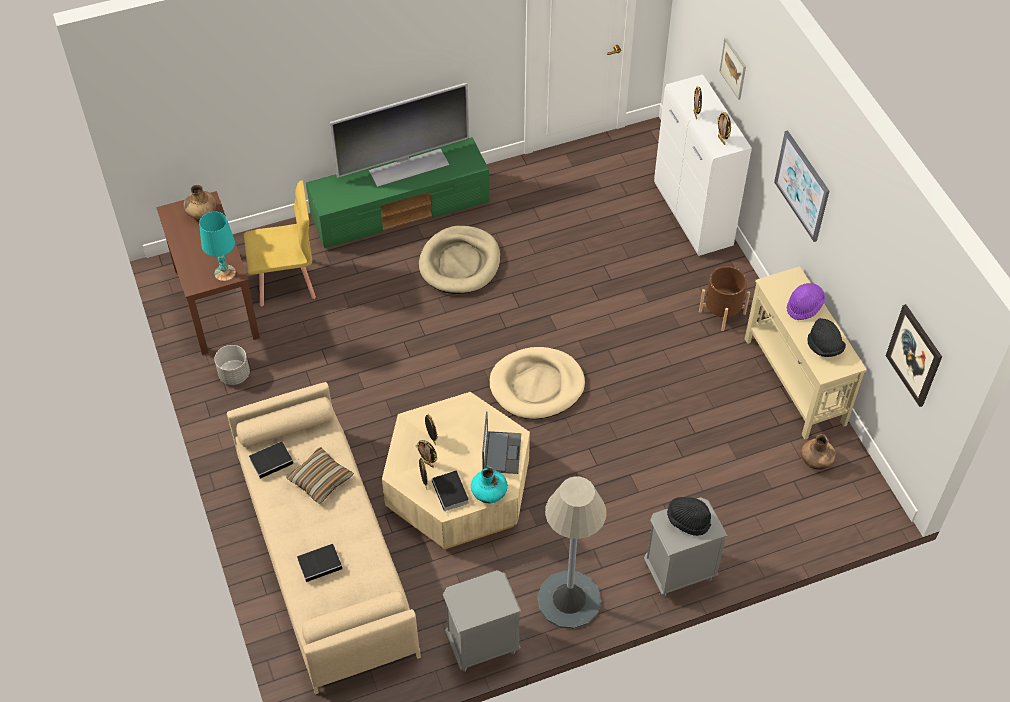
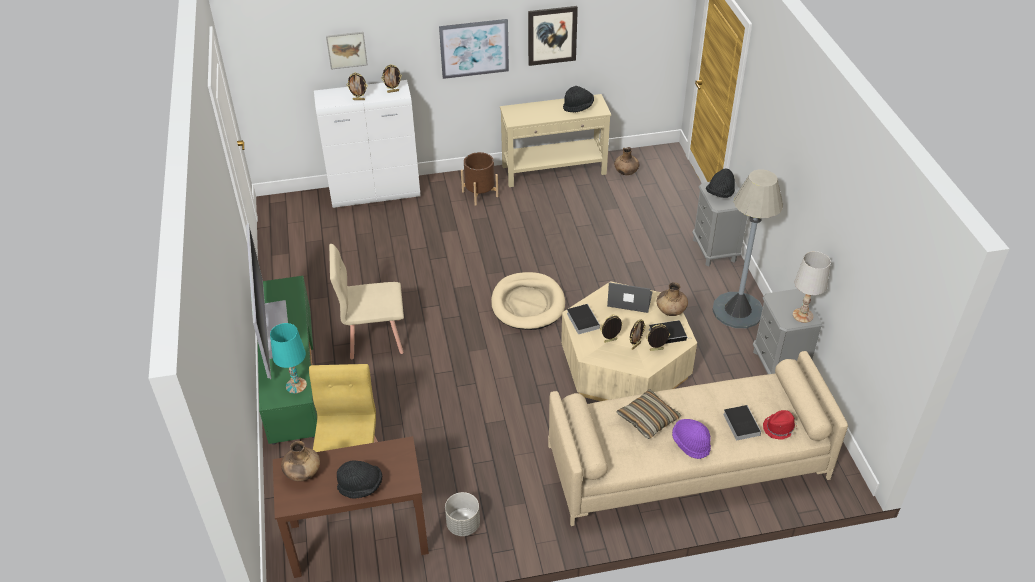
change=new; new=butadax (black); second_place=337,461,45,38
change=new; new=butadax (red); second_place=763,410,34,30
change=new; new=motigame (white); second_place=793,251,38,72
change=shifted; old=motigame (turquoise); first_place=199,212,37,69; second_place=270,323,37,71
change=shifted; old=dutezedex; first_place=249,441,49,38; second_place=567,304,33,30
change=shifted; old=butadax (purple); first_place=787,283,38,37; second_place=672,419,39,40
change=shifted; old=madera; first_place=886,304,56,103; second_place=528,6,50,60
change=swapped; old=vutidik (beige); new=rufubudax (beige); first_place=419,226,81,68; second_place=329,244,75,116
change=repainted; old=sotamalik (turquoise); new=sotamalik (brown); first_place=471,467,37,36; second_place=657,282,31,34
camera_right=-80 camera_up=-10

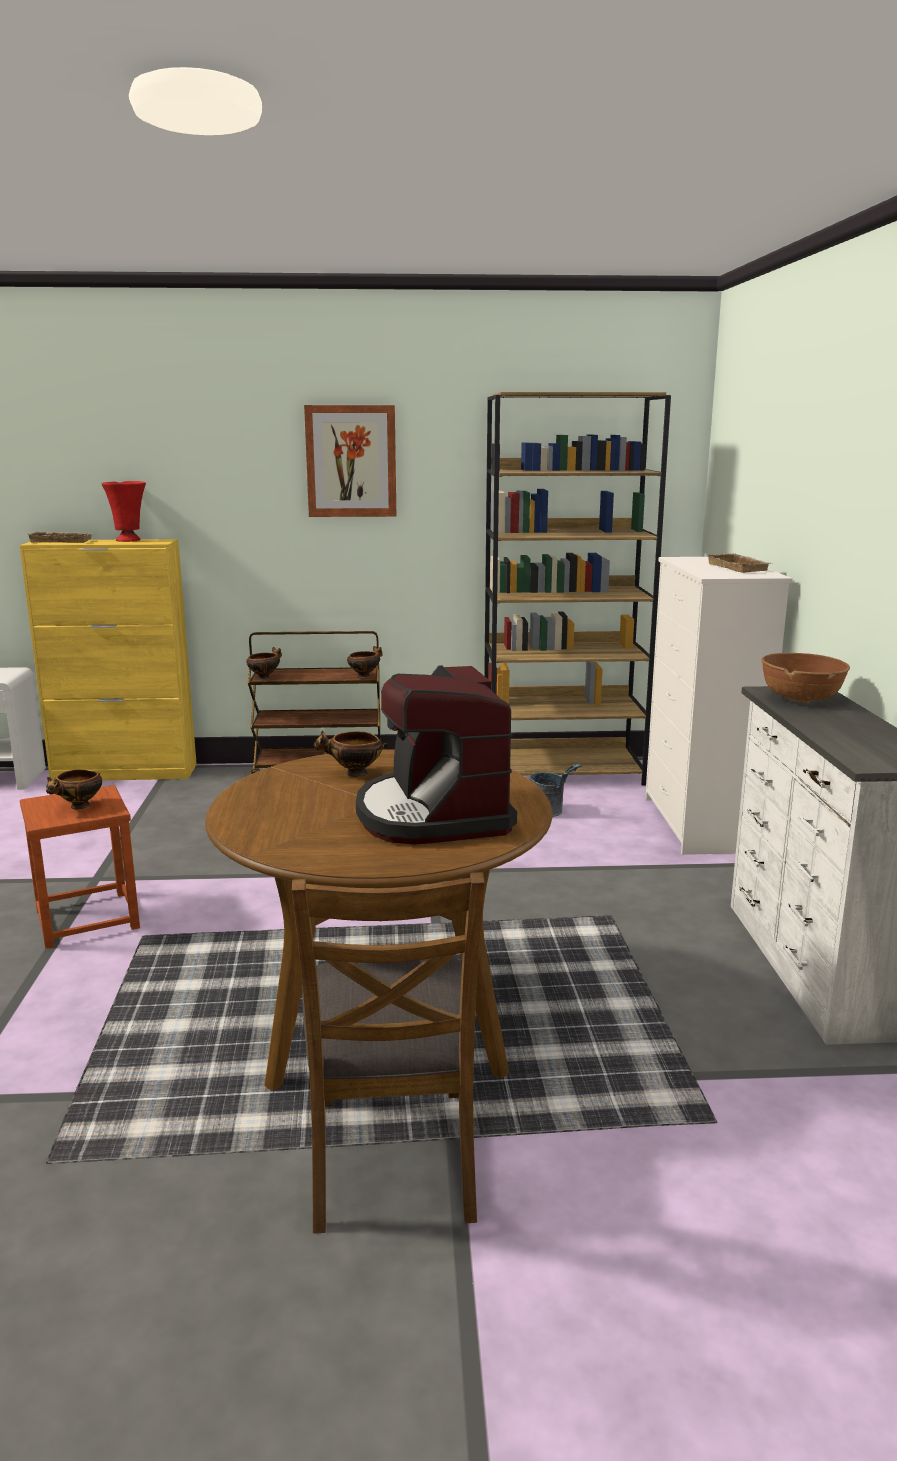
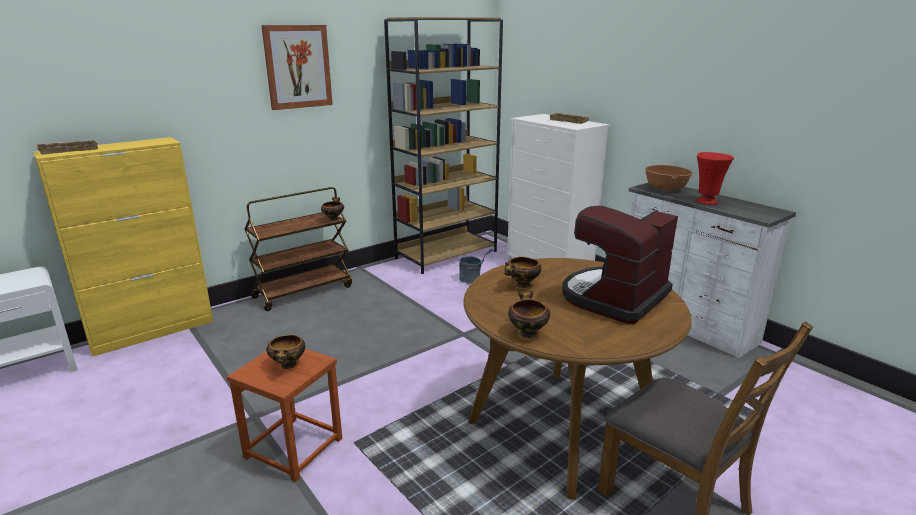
change=shifted; old=sotamalik (red); first_place=101,481,45,61; second_place=697,152,37,53
change=shifted; old=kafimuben; first_place=246,647,36,33; second_place=508,291,42,47
change=rotated; old=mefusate; first_place=356,665,161,180; second_place=562,206,116,118; degrees=90
camera_right=-35 camera_up=5

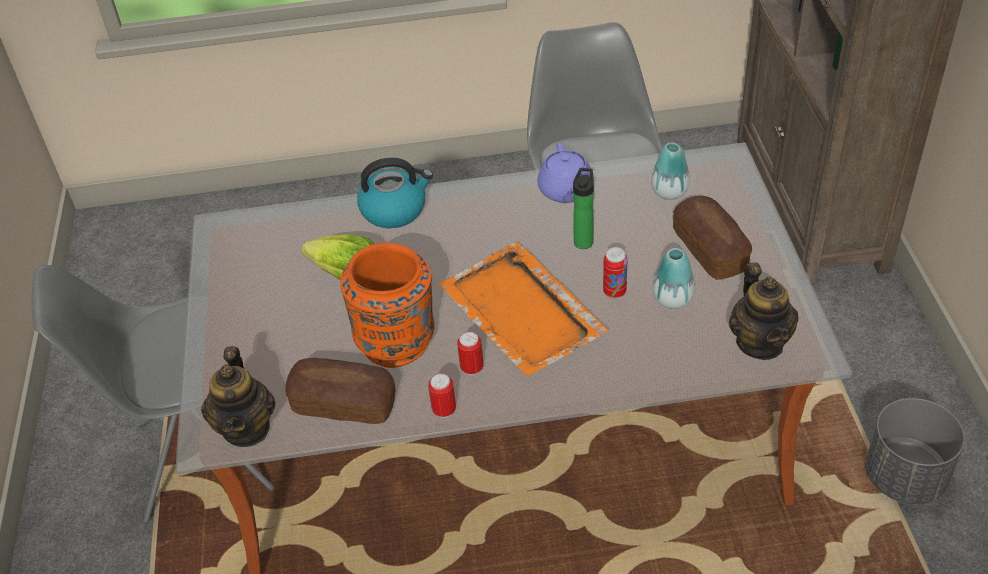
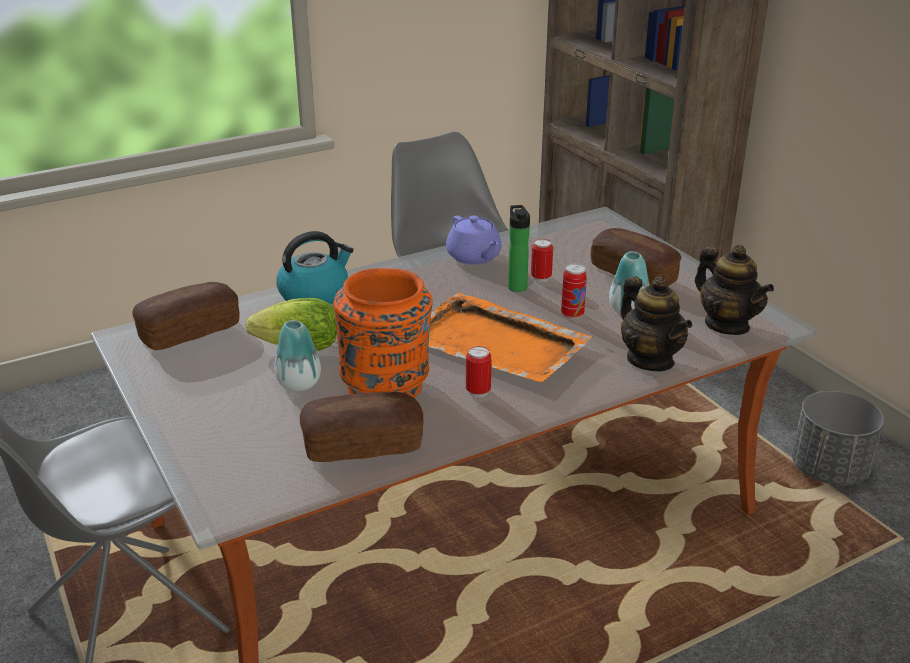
change=new; new=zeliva; second_place=133,282,106,68
change=shifted; old=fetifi; first_place=201,346,75,101; second_place=620,276,72,95
change=shifted; old=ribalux; first_place=428,374,28,44; second_place=531,239,22,43
change=shifted; old=sotamalik; first_place=651,143,39,57; second_place=275,320,46,71
camera_right=-25 camera_up=-15

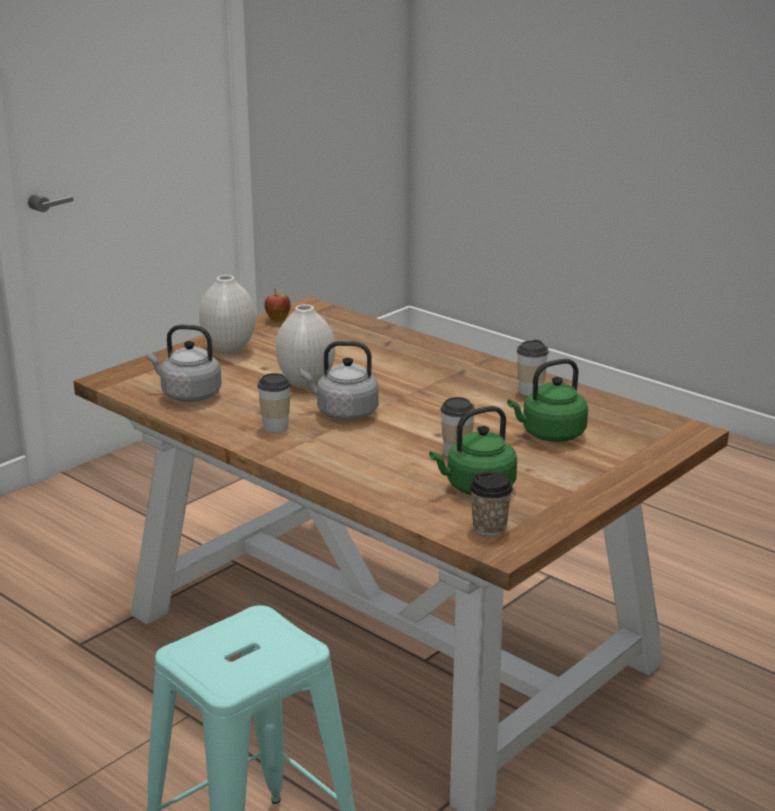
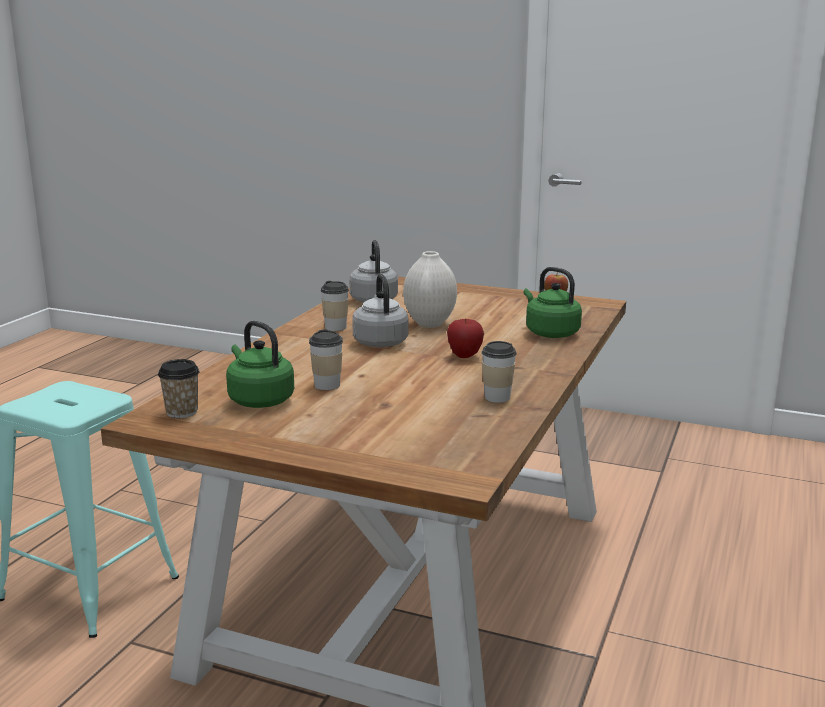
change=gone; old=sotamalik (white); first_place=199,275,57,79
change=new; new=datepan; second_place=447,318,37,40
change=shifted; old=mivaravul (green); first_place=507,359,81,83; second_place=524,267,58,71
camera_right=70 camera_up=-5

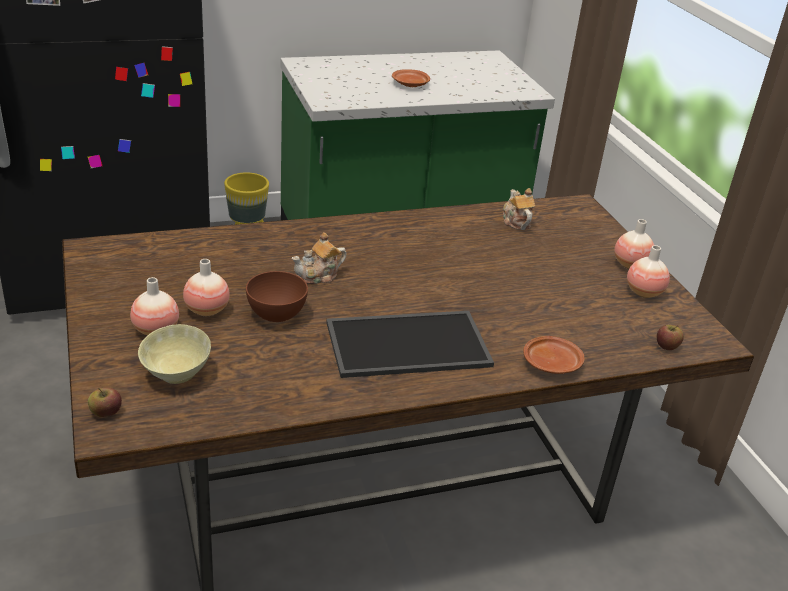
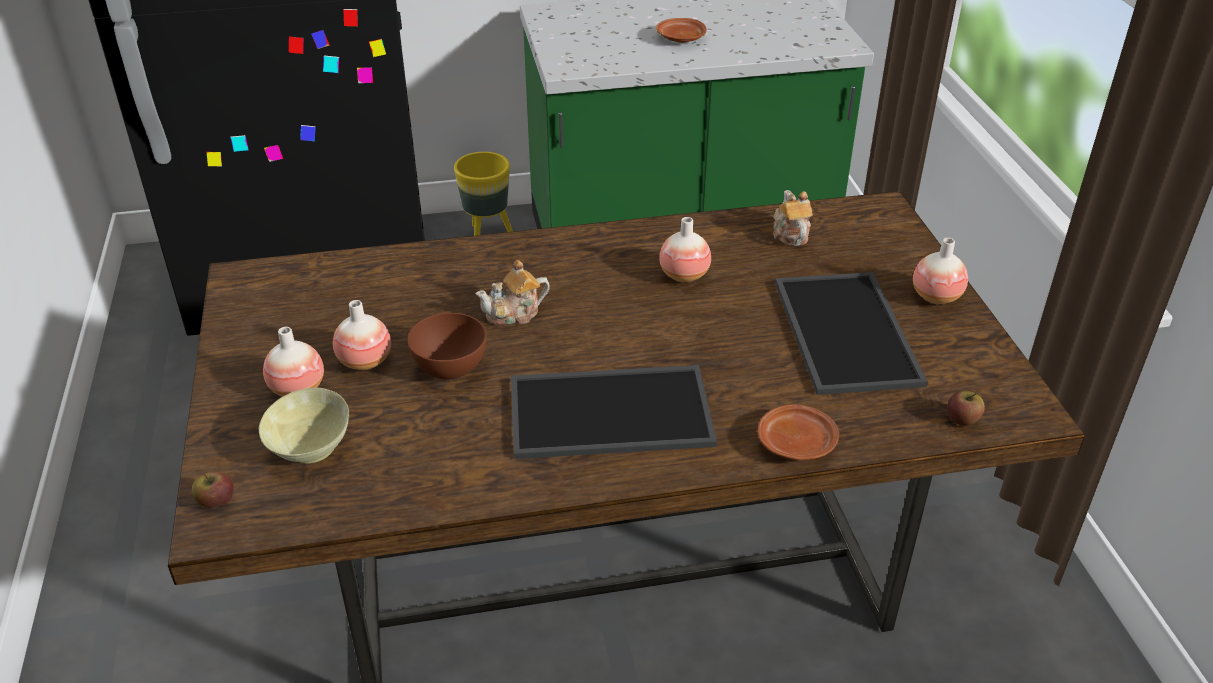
change=new; new=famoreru; second_place=775,272,153,123
change=shifted; old=sotamalik; first_place=627,245,43,53; second_place=659,217,52,66
camera_right=10 camera_up=5

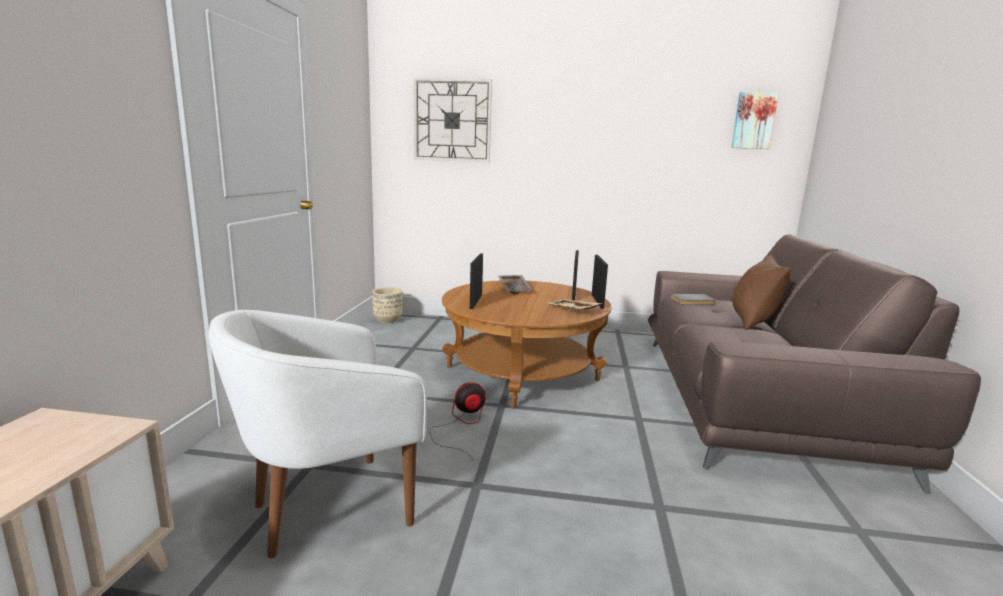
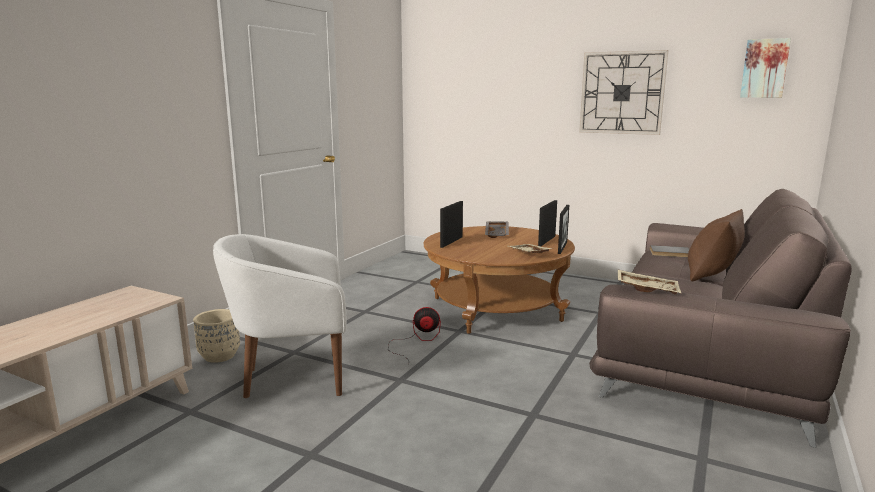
change=new; new=famoreru (beige); second_place=618,270,63,24
change=shifted; old=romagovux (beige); first_place=372,288,31,35; second_place=193,309,47,54
change=shifted; old=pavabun; first_place=414,78,78,84; second_place=579,50,90,85
camera_right=20 camera_up=0

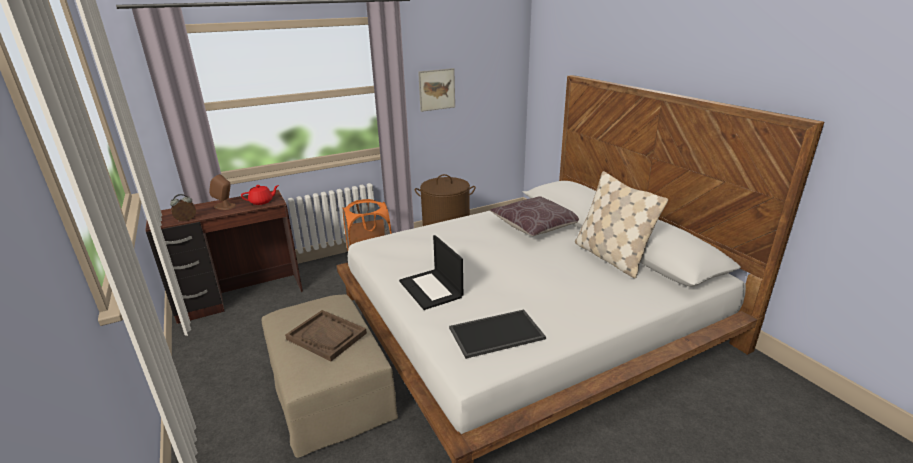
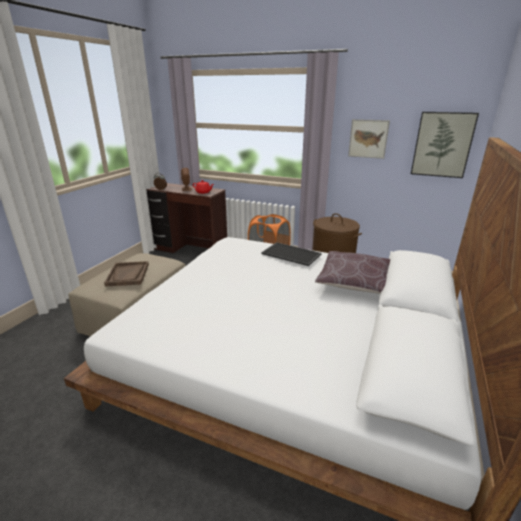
change=gone; old=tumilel; first_place=399,235,64,75
change=gone; old=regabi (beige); first_place=575,171,93,108
change=new; new=madera; second_place=411,112,68,66
change=shifted; old=famoreru; first_place=449,309,97,50; second_place=261,242,61,24
camera_right=50 camera_up=0

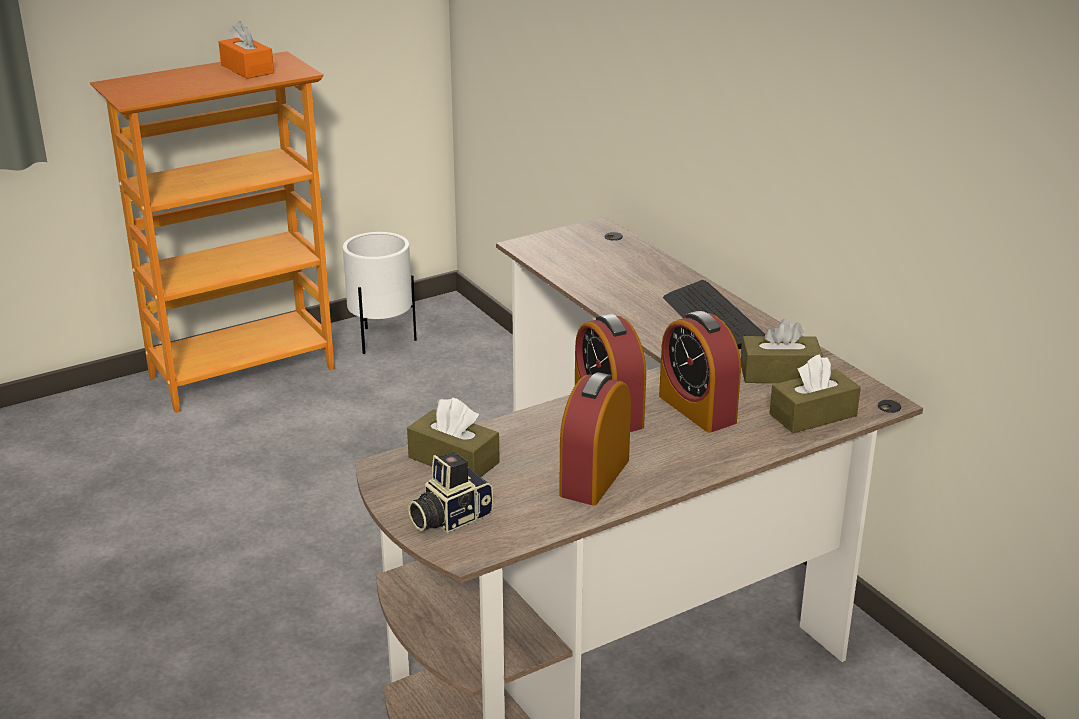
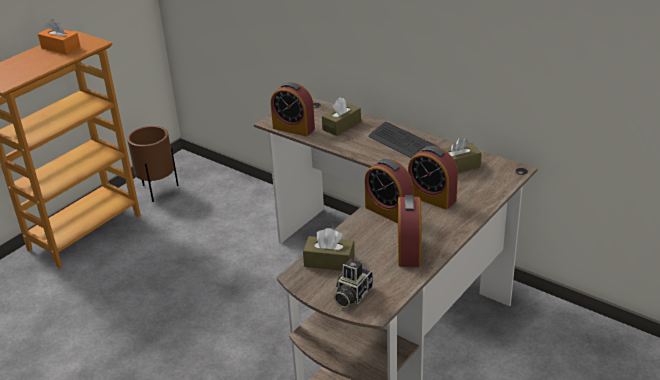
change=new; new=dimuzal; second_place=271,82,44,55
change=shifted; old=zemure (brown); first_place=769,354,92,79; second_place=322,97,39,39
change=repainted; old=romagovux (white); new=romagovux (brown); first_place=343,232,74,122; second_place=127,126,52,76
camera_right=-20 camera_up=5

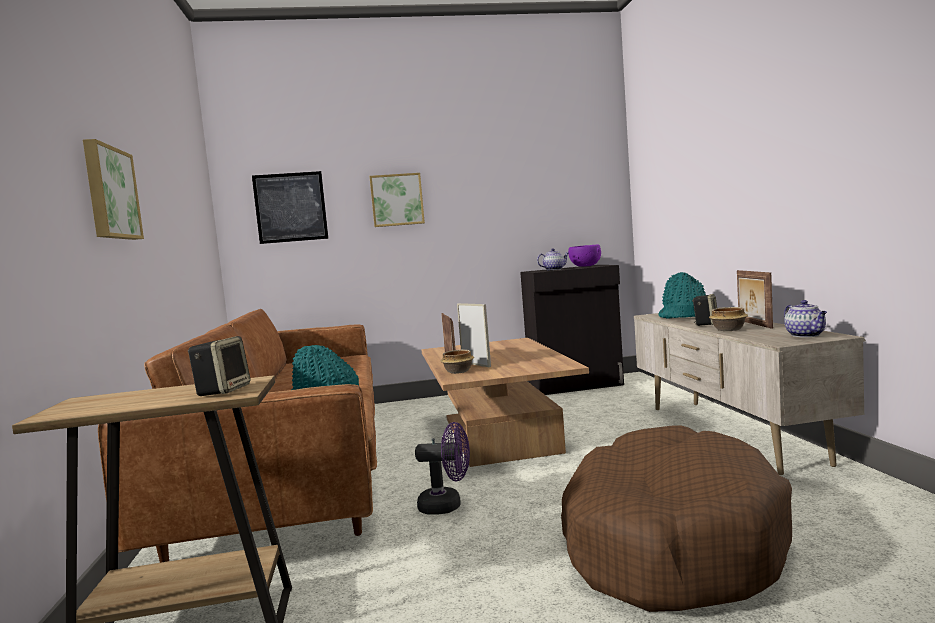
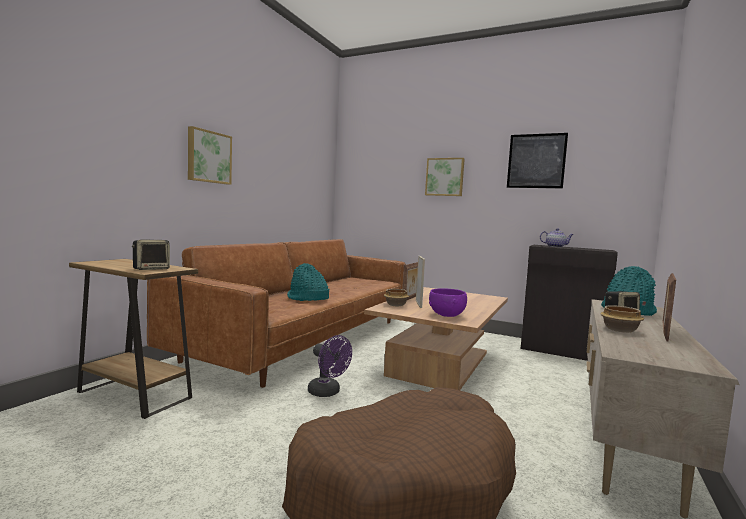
change=gone; old=fetifi; first_place=784,300,43,37
change=shifted; old=madera; first_place=252,171,76,73; second_place=507,133,61,55
change=shifted; old=kafimuben (purple); first_place=568,245,33,22; second_place=429,288,38,29
camera_right=35 camera_up=0

